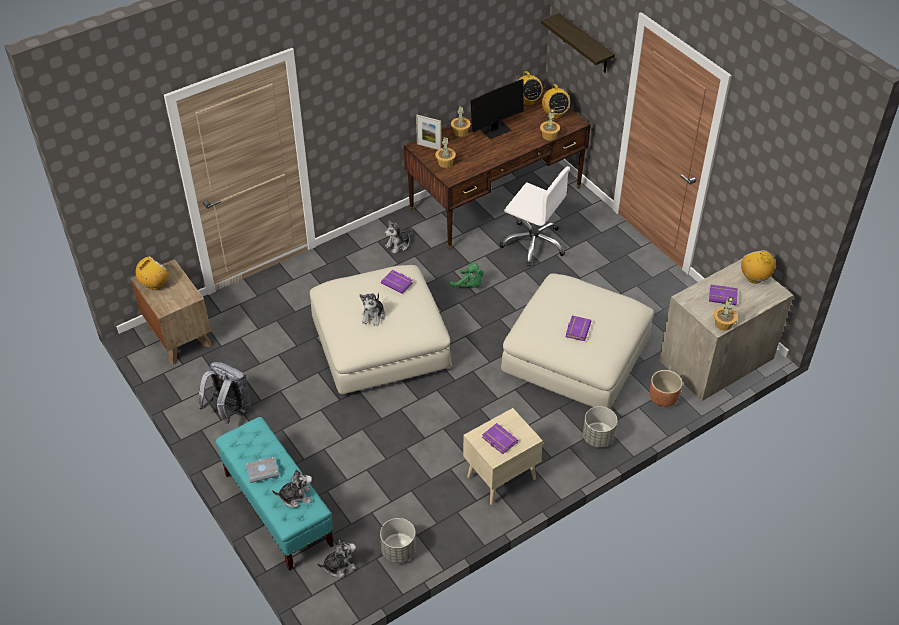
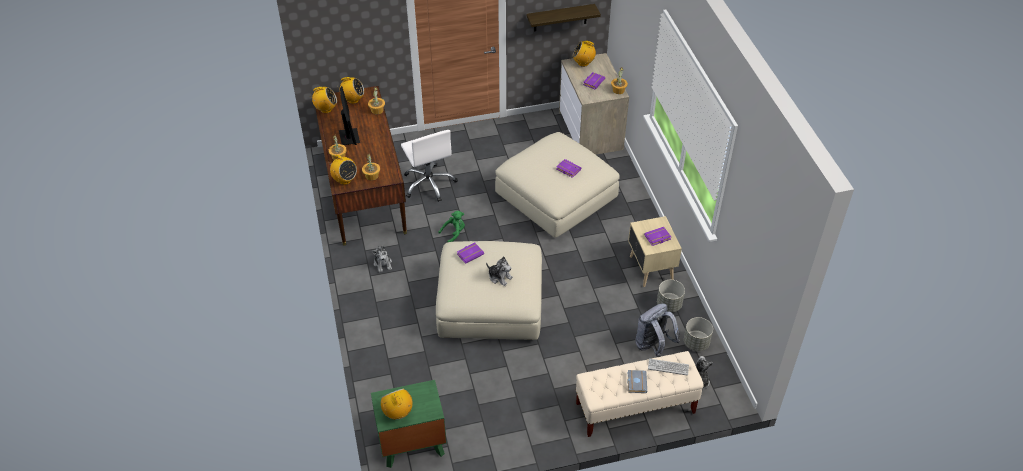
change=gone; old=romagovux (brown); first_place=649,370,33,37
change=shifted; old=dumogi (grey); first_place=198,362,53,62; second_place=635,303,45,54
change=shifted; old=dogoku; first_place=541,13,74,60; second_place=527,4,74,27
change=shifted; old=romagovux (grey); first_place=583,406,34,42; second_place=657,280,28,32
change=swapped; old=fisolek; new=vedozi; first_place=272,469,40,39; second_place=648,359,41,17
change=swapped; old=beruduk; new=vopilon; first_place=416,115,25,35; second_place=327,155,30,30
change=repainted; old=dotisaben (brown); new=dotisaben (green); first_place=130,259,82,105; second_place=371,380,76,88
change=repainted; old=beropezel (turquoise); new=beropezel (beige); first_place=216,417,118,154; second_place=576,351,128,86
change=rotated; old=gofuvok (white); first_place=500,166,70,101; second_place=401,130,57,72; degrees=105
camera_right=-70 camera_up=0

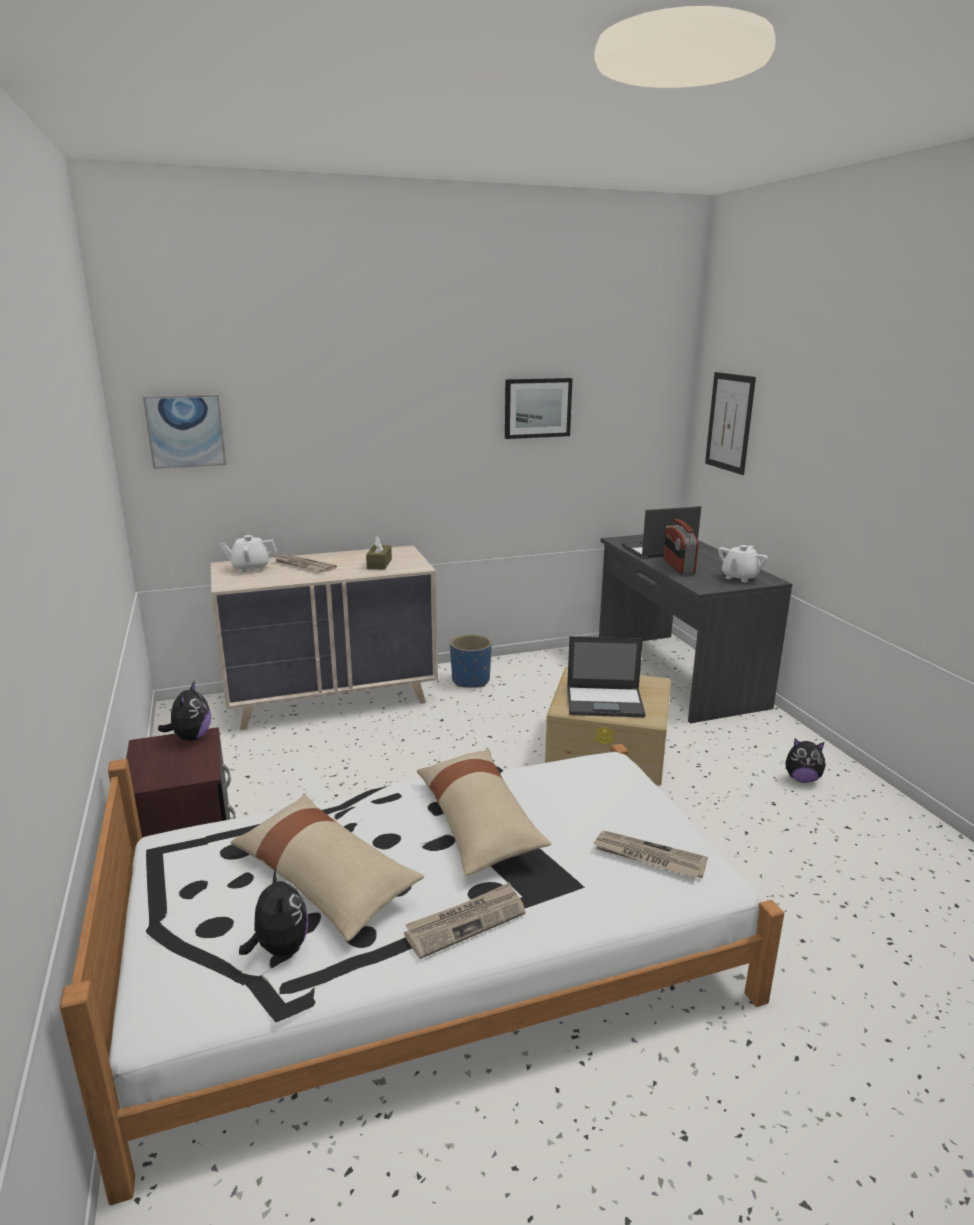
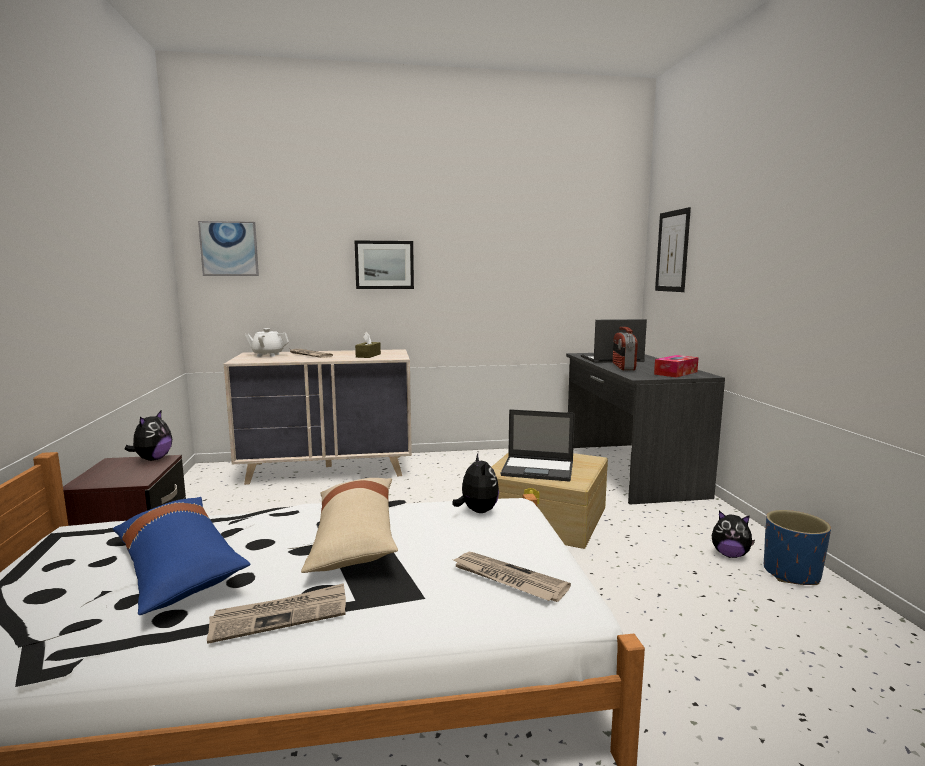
change=shifted; old=fisolek; first_place=239,868,69,88; second_place=453,453,46,60
change=shifted; old=romagovux (blue); first_place=450,634,42,54; second_place=764,510,67,75
change=shifted; old=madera; first_place=505,378,68,61; second_place=354,240,60,49
change=swapped; old=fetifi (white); new=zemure; first_place=718,545,50,37; second_place=654,355,45,23
change=repainted; old=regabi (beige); new=regabi (blue); first_place=230,794,194,147; second_place=113,497,138,118
camera_right=10 camera_up=-10

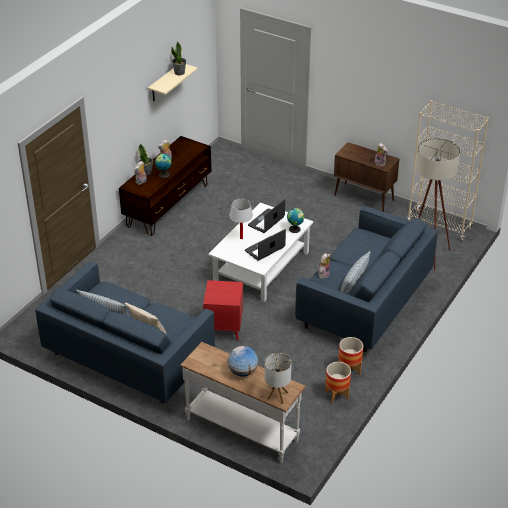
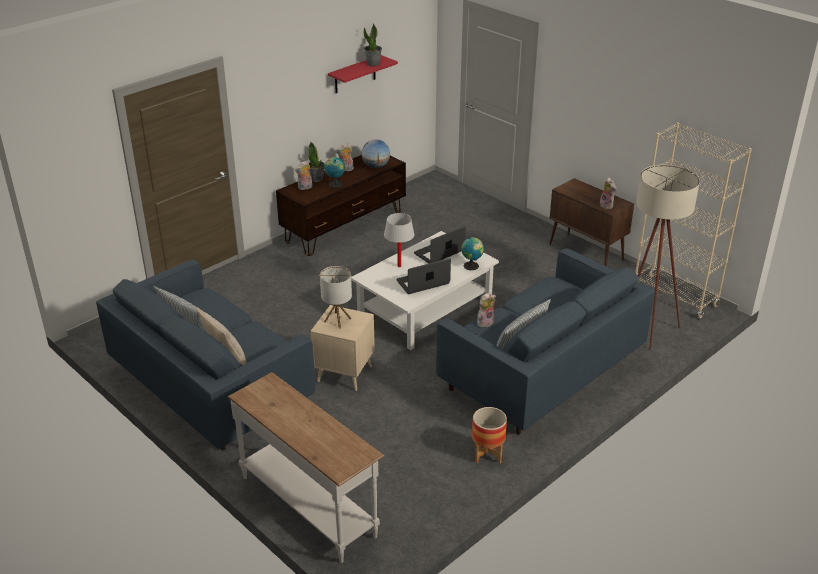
change=gone; old=romagovux; first_place=325,362,26,42
change=shifted; old=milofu; first_place=228,346,30,31; second_place=362,139,28,29
change=shifted; old=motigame; first_place=265,353,26,51; second_place=320,266,32,62
change=repainted; old=dogoku (beige); new=dogoku (red); first_place=148,64,50,37; second_place=328,55,70,38
change=repainted; old=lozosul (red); new=lozosul (beige); first_place=203,280,40,61; second_place=311,305,64,86
camera_right=15 camera_up=-5

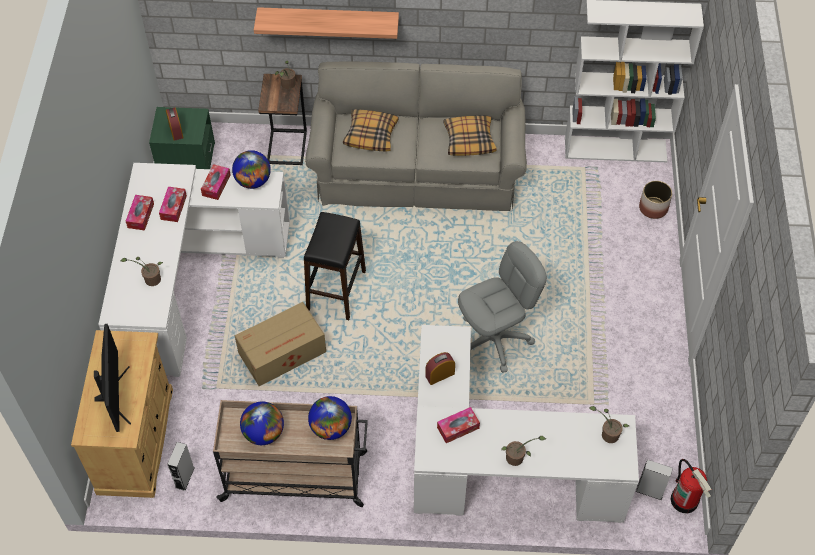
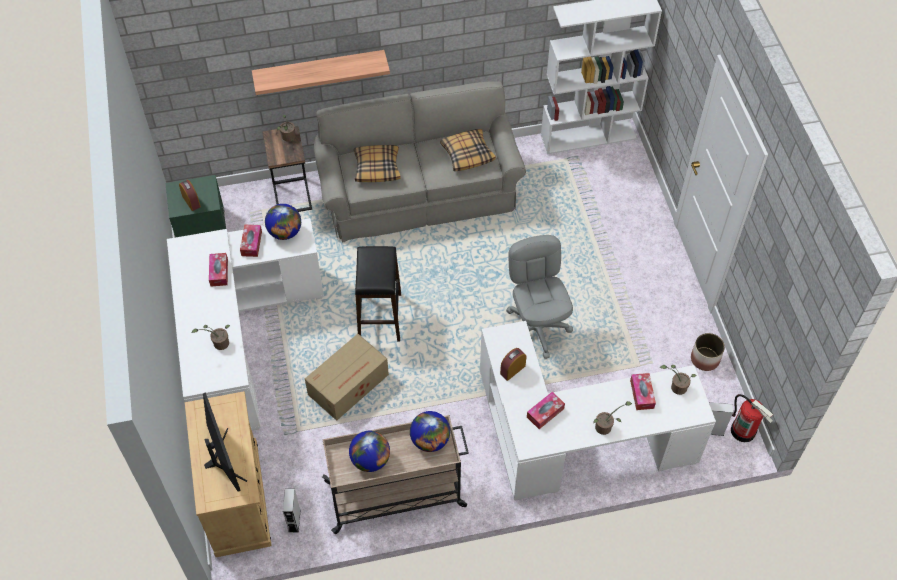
change=shifted; old=zemure; first_place=126,195,28,35; second_place=630,373,26,37
change=shifted; old=romagovux; first_place=639,181,33,38; second_place=691,333,34,38
change=rotated; old=gofuvok (grey); first_place=458,241,89,132; second_place=506,235,67,124; degrees=-60
camera_right=-15 camera_up=0

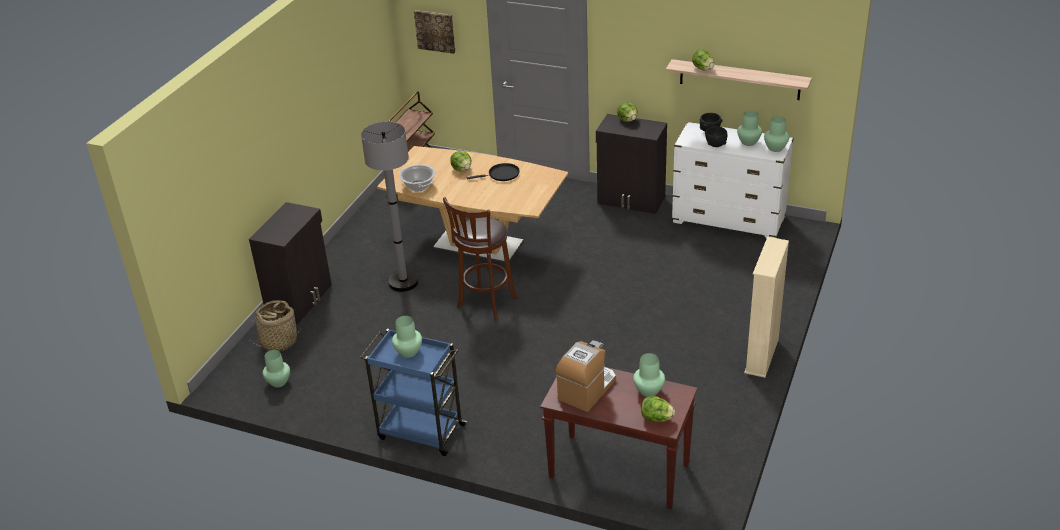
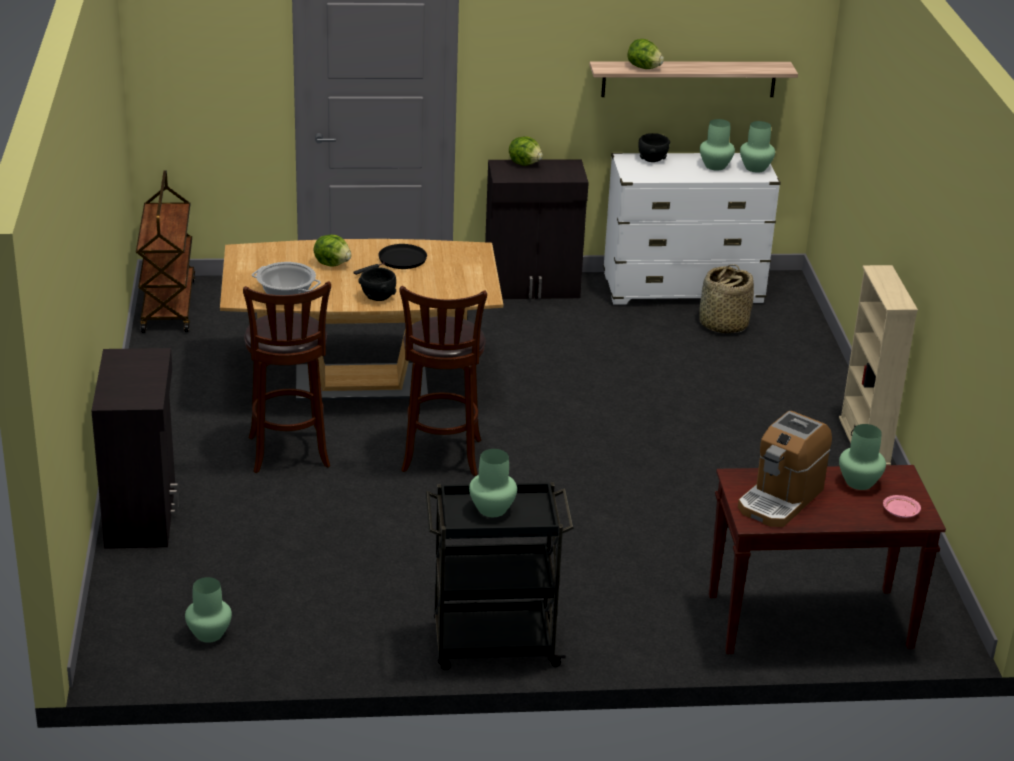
change=gone; old=madera; first_place=414,10,41,44
change=shifted; old=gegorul; first_place=250,300,51,52; second_place=699,264,55,69
change=shifted; old=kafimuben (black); first_place=705,126,22,21; second_place=358,267,38,34
change=swapped; old=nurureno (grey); new=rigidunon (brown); first_place=361,121,58,171; second_place=243,281,88,192
change=swapped; old=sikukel; new=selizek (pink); first_place=641,396,34,26; second_place=883,495,38,23
change=repainted; old=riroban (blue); new=riroban (black); first_place=360,329,108,127; second_place=425,482,149,188
change=rotated; old=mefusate; first_place=556,340,60,72; second_place=738,411,94,116; degrees=-150
camera_right=-30 camera_up=-5

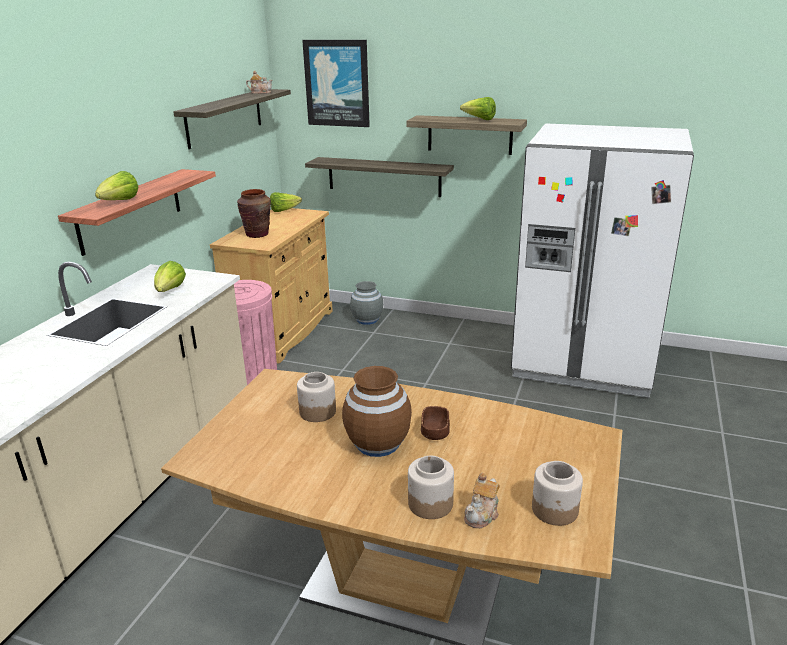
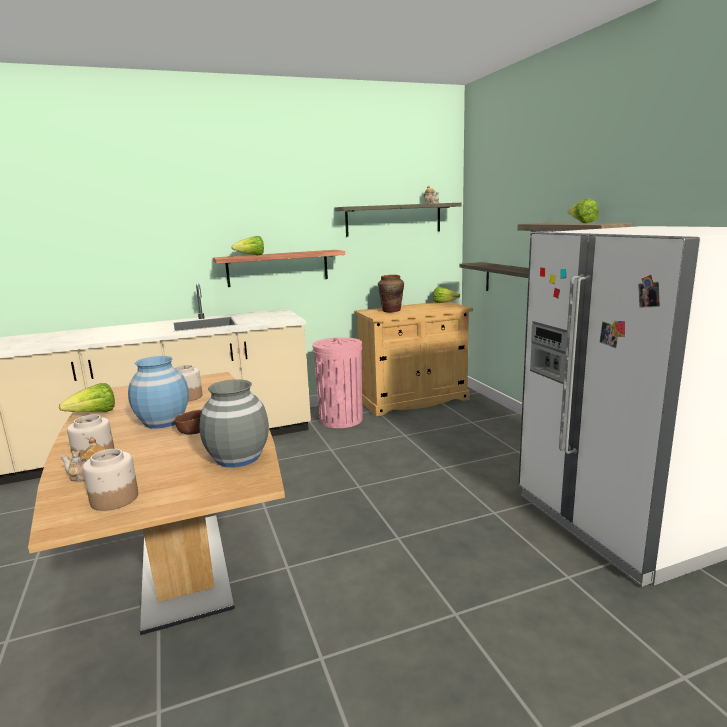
change=gone; old=madera; first_place=302,40,68,87
change=shifted; old=sikukel; first_place=154,261,32,31; second_place=59,383,56,29
change=shifted; old=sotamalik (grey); first_place=350,281,33,44; second_place=200,379,69,89
change=repainted; old=sotamalik (brown); new=sotamalik (blue); first_place=342,366,70,91; second_place=128,356,61,73
camera_right=50 camera_up=-10

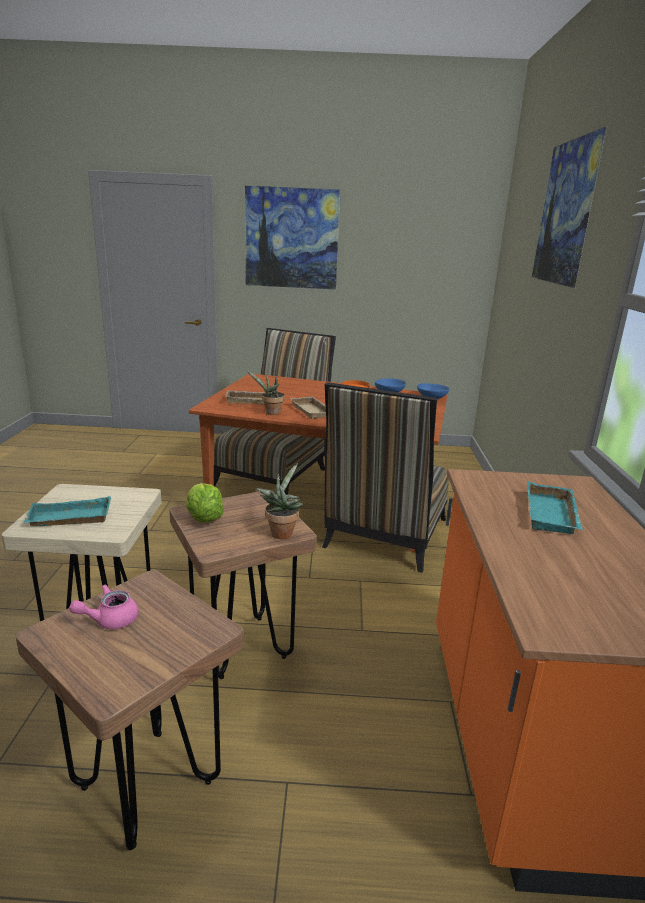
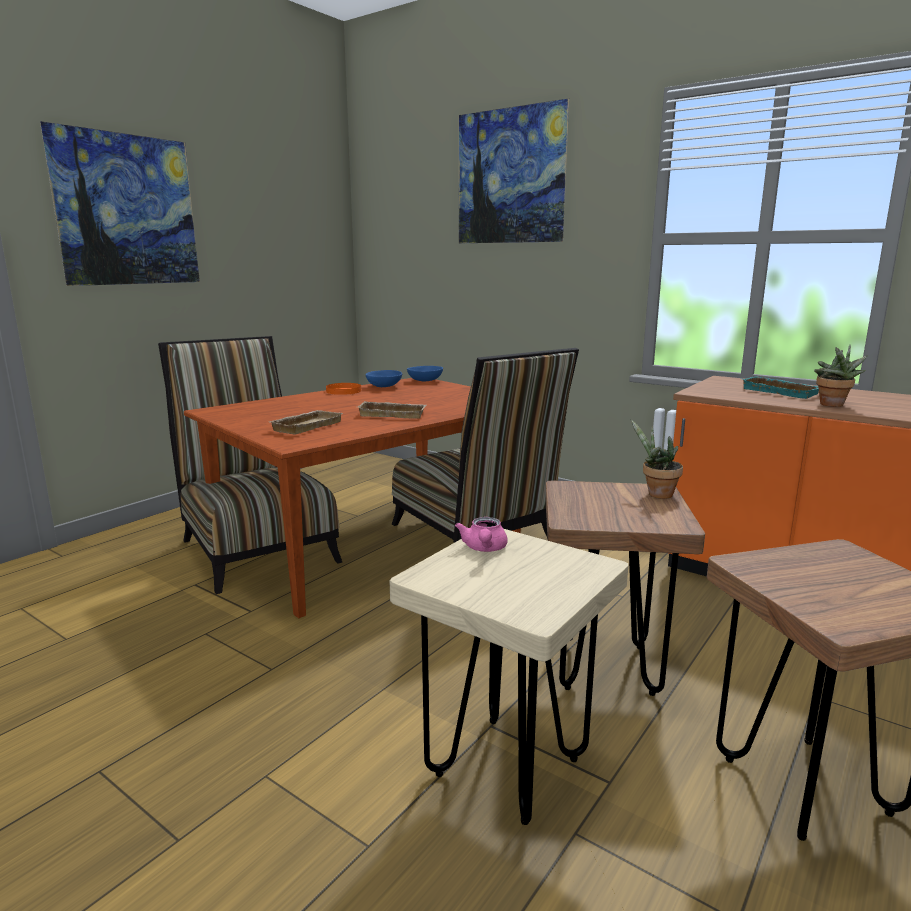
change=gone; old=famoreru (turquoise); first_place=23,496,88,30
change=gone; old=sikukel; first_place=186,483,38,39
change=shifted; old=fetifi (pink); first_place=69,584,70,45; second_place=455,517,52,35
change=shifted; old=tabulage; first_place=247,371,38,44; second_place=814,344,54,63
camera_right=-55 camera_up=-5

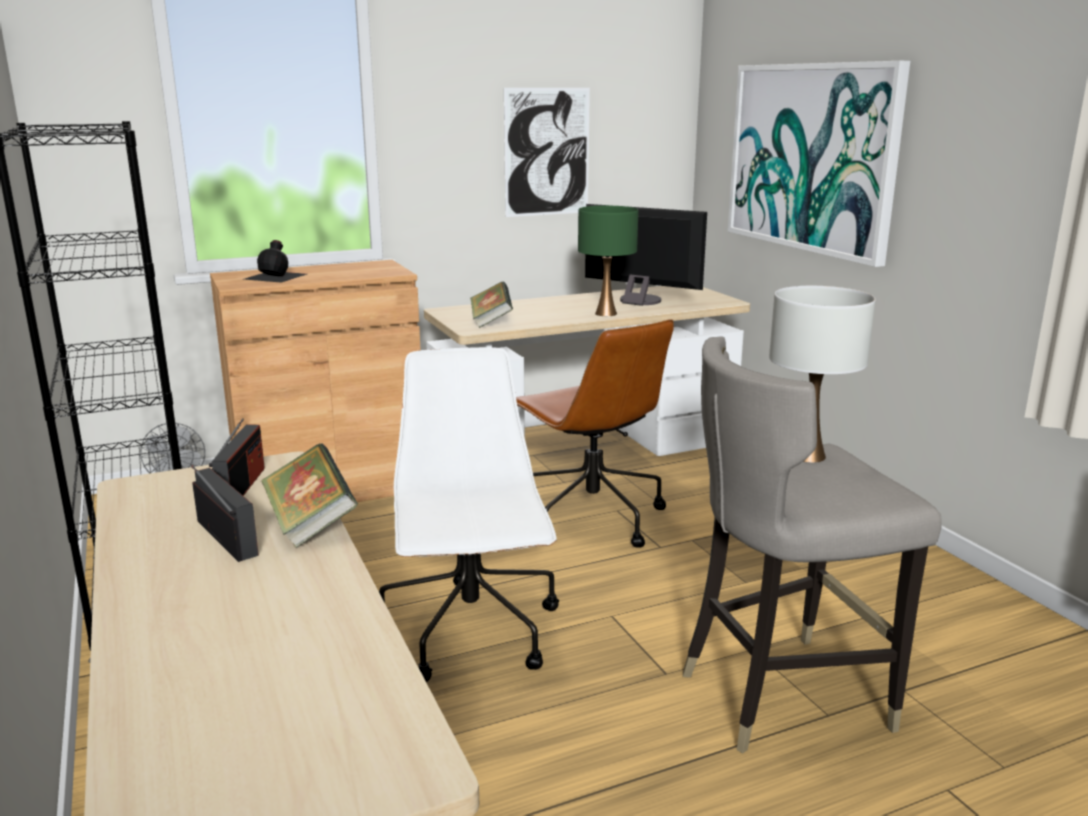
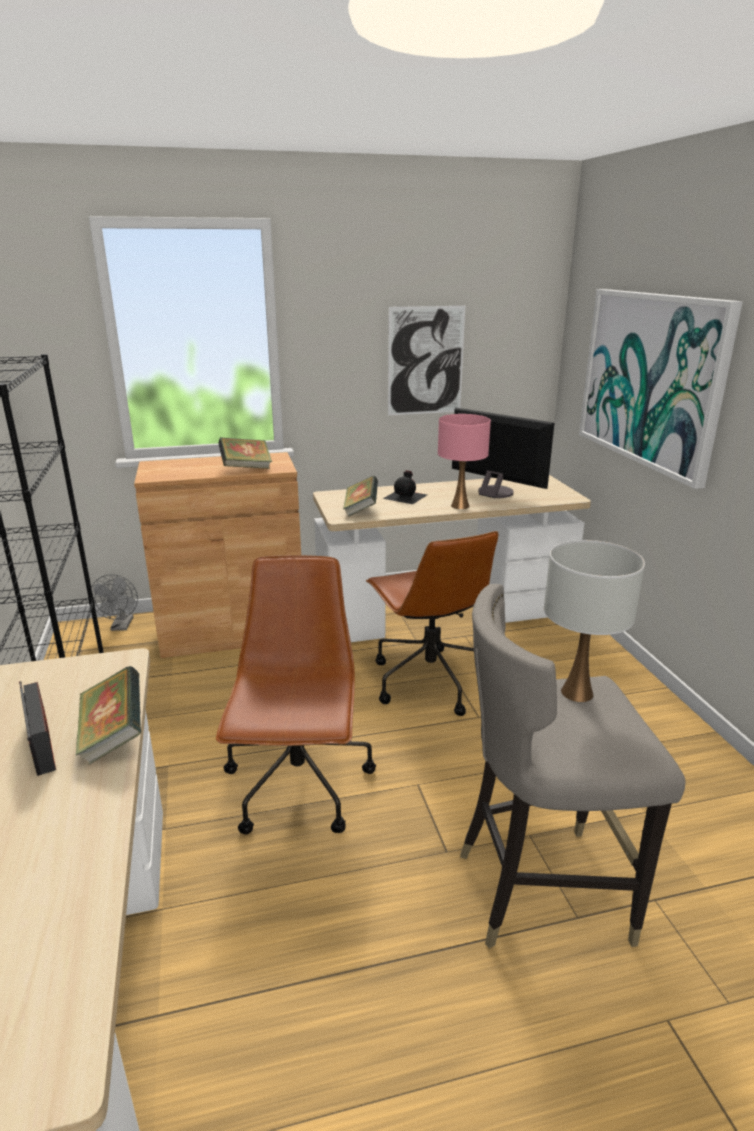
change=gone; old=vopilon; first_place=209,418,56,78
change=new; new=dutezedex; second_place=218,437,54,32
change=shifted; old=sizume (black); first_place=244,240,63,43; second_place=383,470,44,34
change=repainted; old=gofuvok (white); new=gofuvok (brown); first_place=379,347,180,335; second_place=216,555,160,279
change=repainted; old=motigame (green); new=motigame (pink); first_place=578,206,61,110; second_place=438,414,53,95
camera_right=10 camera_up=5

